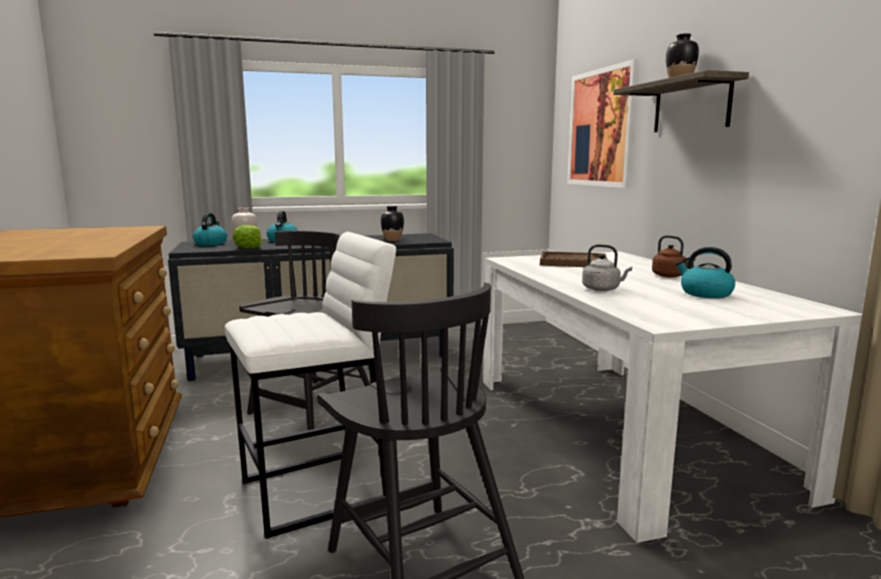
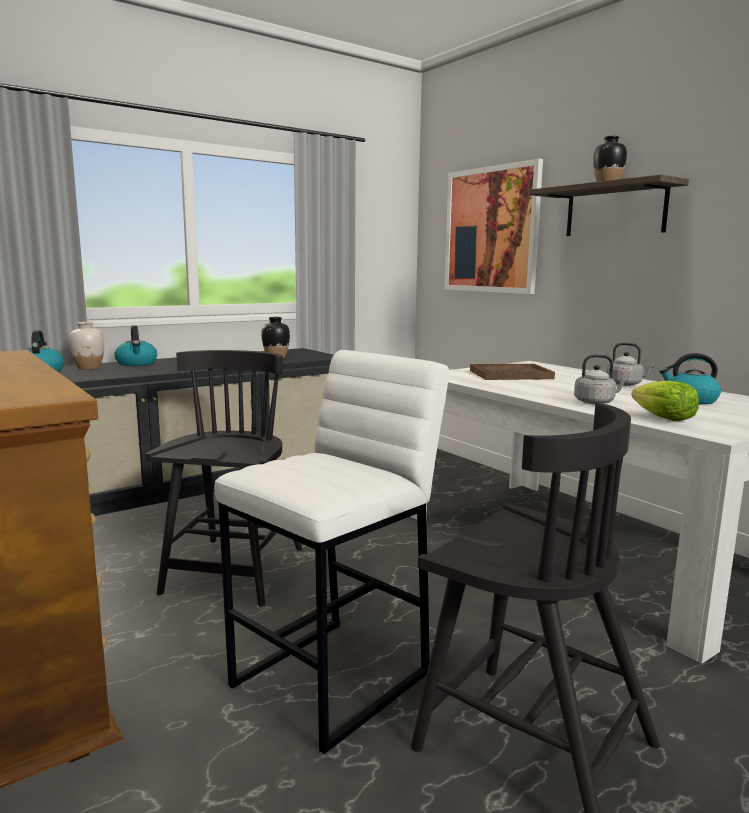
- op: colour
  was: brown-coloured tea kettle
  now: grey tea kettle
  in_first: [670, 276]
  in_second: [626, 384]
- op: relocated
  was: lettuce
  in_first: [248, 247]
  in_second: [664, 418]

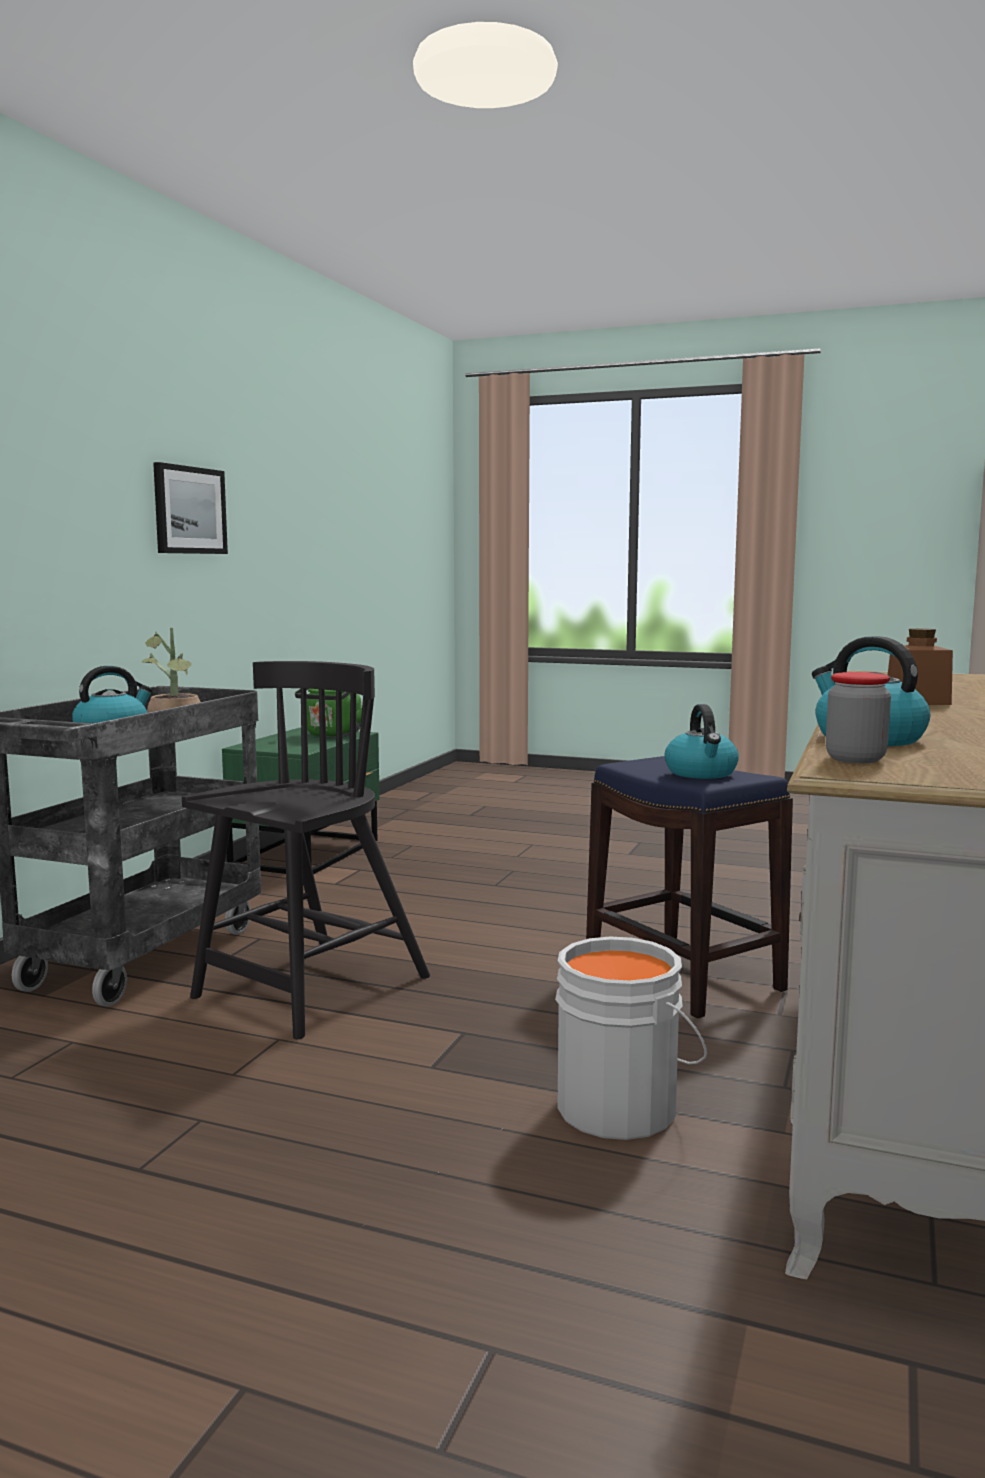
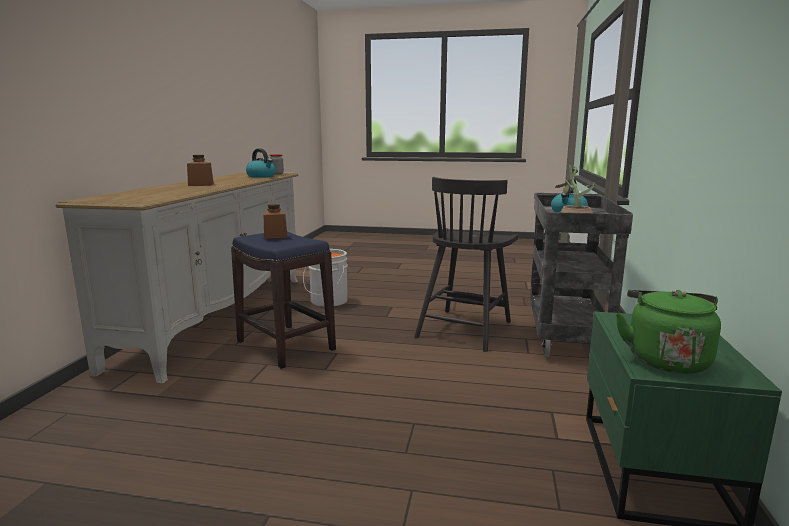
- op: exchanged
  was: tea kettle
  now: brown-coloured storage jar
  in_first: [701, 773]
  in_second: [275, 236]
- op: missing
  was: wall art
  in_first: [189, 510]

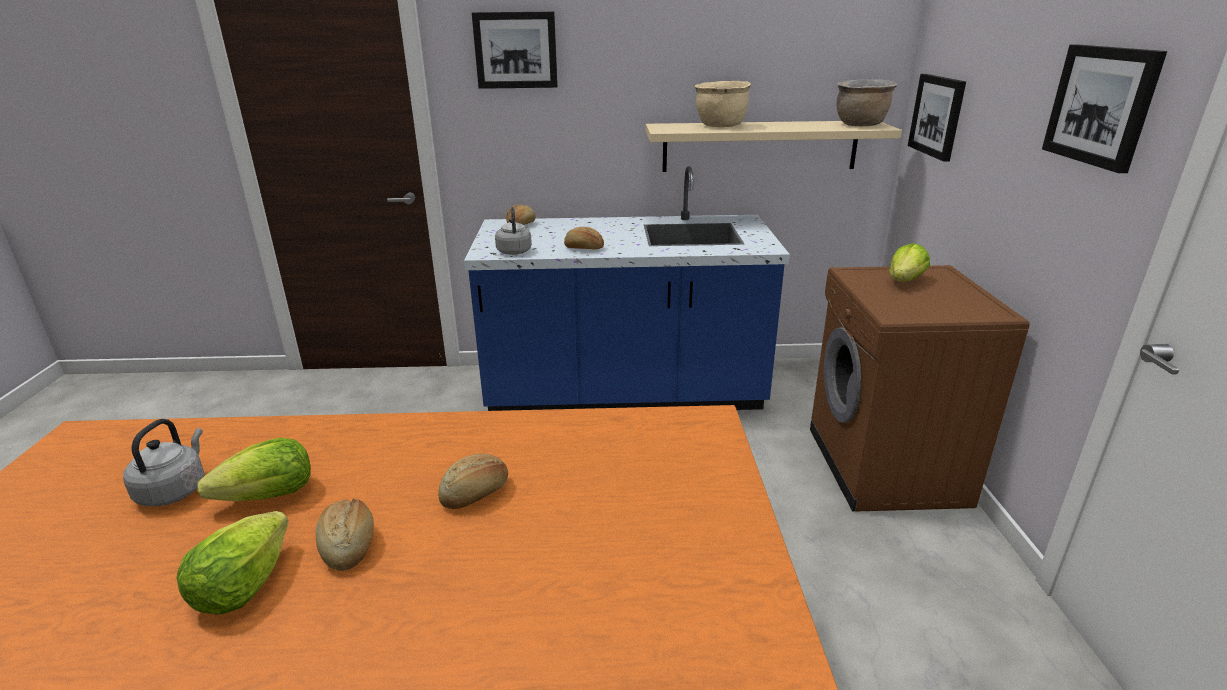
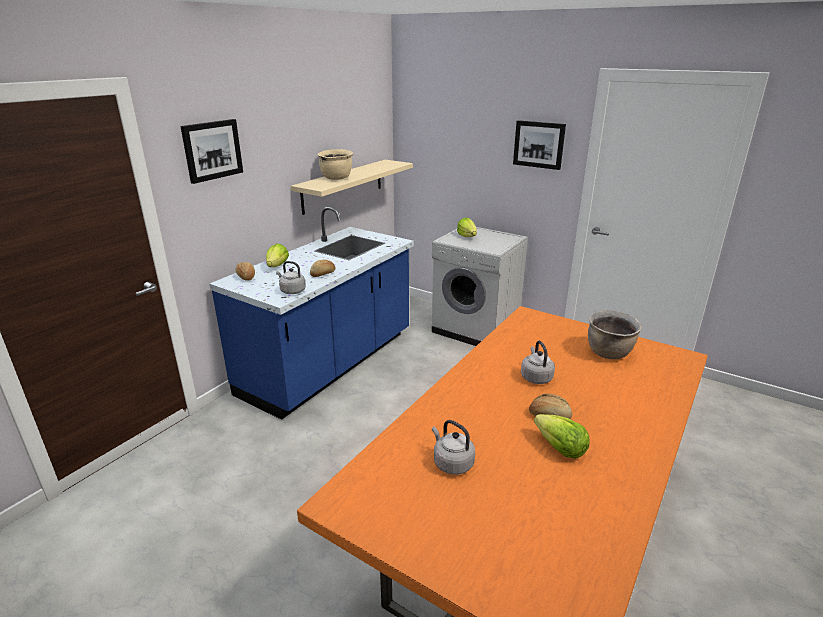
- op: relocated
  was: lettuce
  in_first: [269, 496]
  in_second: [277, 266]
- op: colour
  was: brown-coloured laundry appliance
  now: white laundry appliance
  in_first: [882, 467]
  in_second: [475, 330]
- op: exchanged
  was: baked bread
  now: grey tea kettle
  in_first: [476, 494]
  in_second: [535, 377]
- op: relocated
  was: brown-coloured cooking pot
  in_first: [860, 125]
  in_second: [609, 353]
- op: missing
  was: wall art
  in_first: [937, 116]

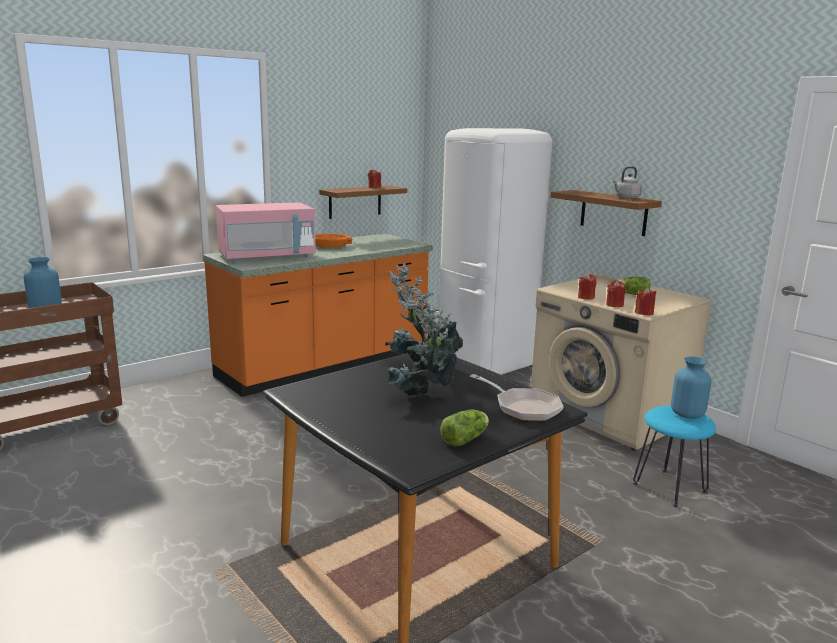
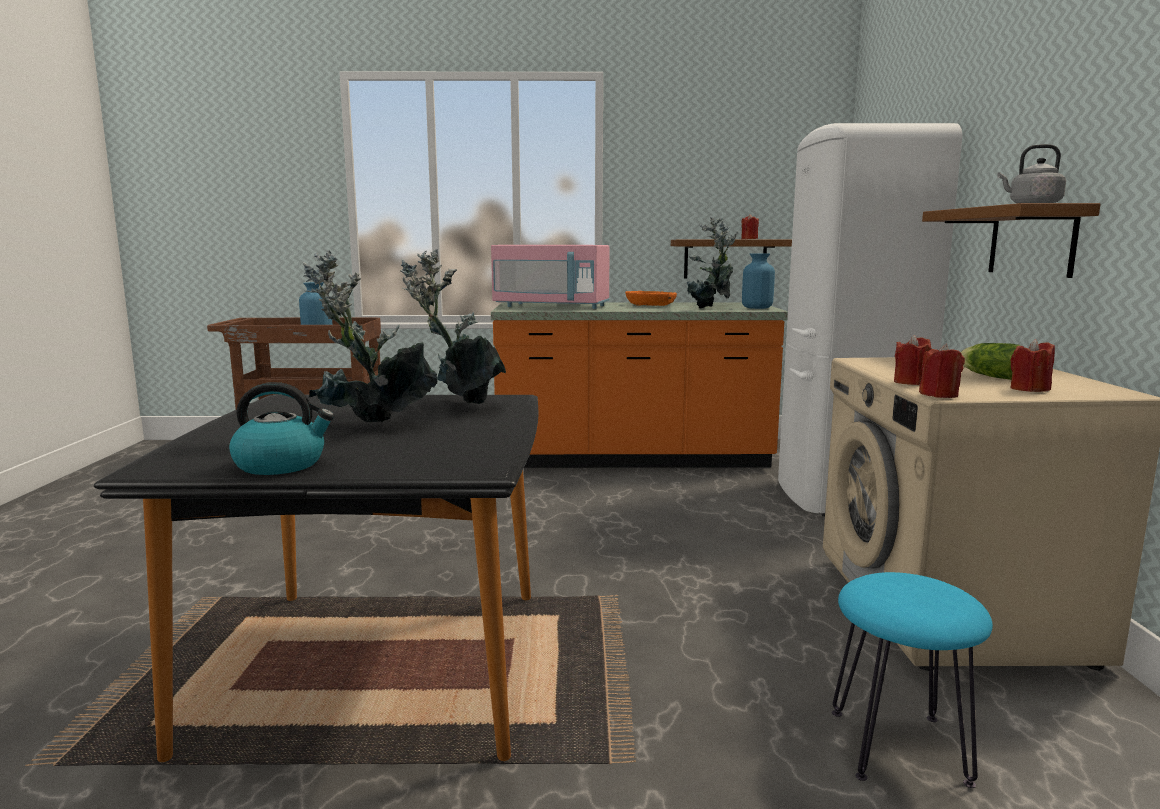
- op: exchanged
  was: lettuce
  now: tea kettle
  in_first: [466, 439]
  in_second: [282, 464]
- op: appeared
  now: houseplant
  in_second: [711, 308]
- op: relocated
  was: bluish flower vase
  in_first: [687, 414]
  in_second: [757, 308]
- op: relocated
  was: red candle
  in_first: [586, 297]
  in_second: [1029, 389]
- op: missing
  was: frying pan
  in_first: [523, 407]

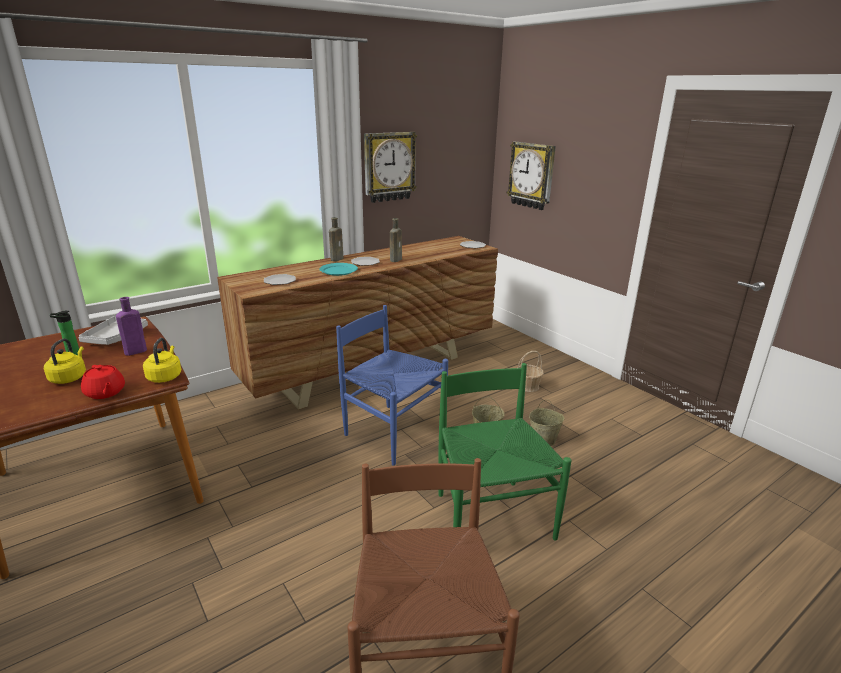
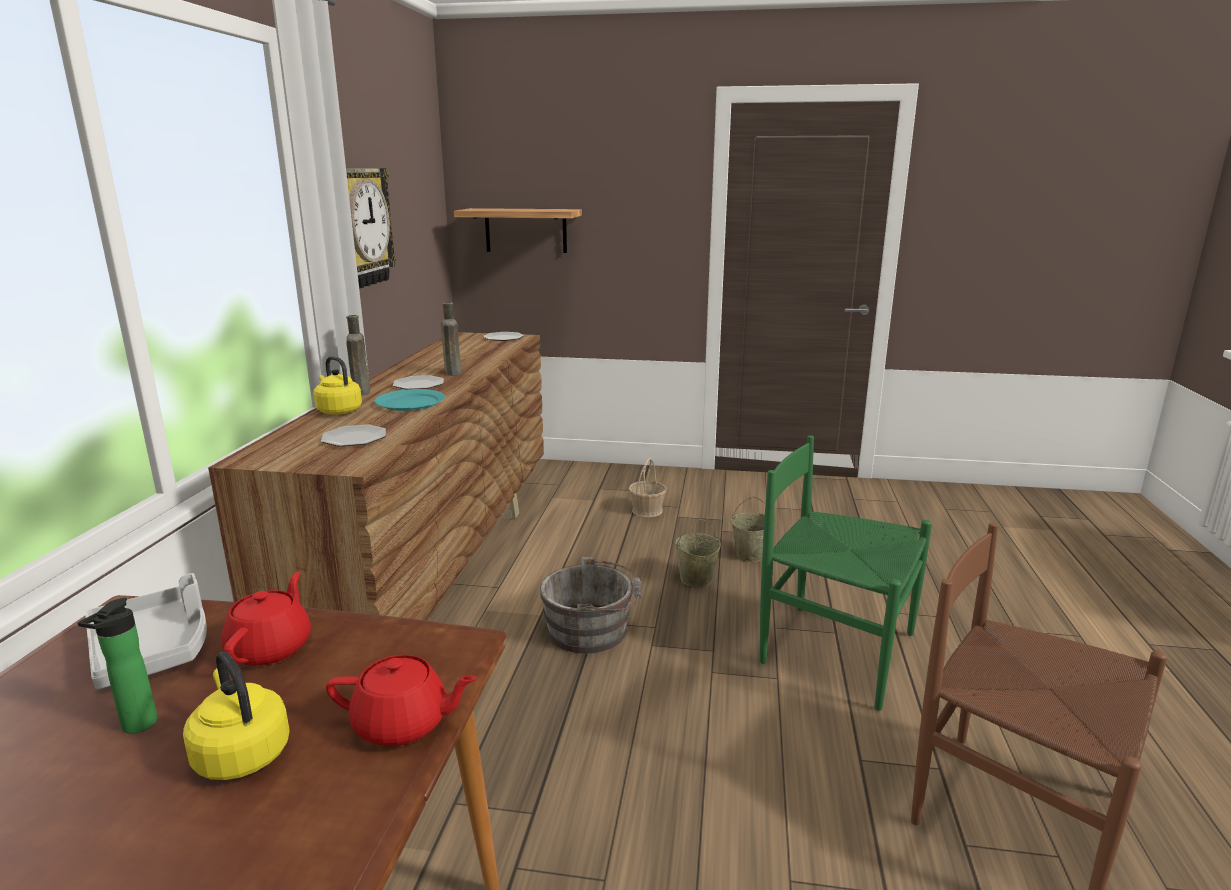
- op: exchanged
  was: purple-coloured bottle
  now: red pot for tea
  in_first: [134, 352]
  in_second: [271, 648]
- op: relocated
  was: yellowish tea kettle
  in_first: [165, 376]
  in_second: [338, 410]
- op: exchanged
  was: clock on the wall
  now: shelf
  in_first: [532, 175]
  in_second: [526, 230]
- op: exchanged
  was: bluish upright chair
  now: grey pail
  in_first: [392, 431]
  in_second: [592, 630]

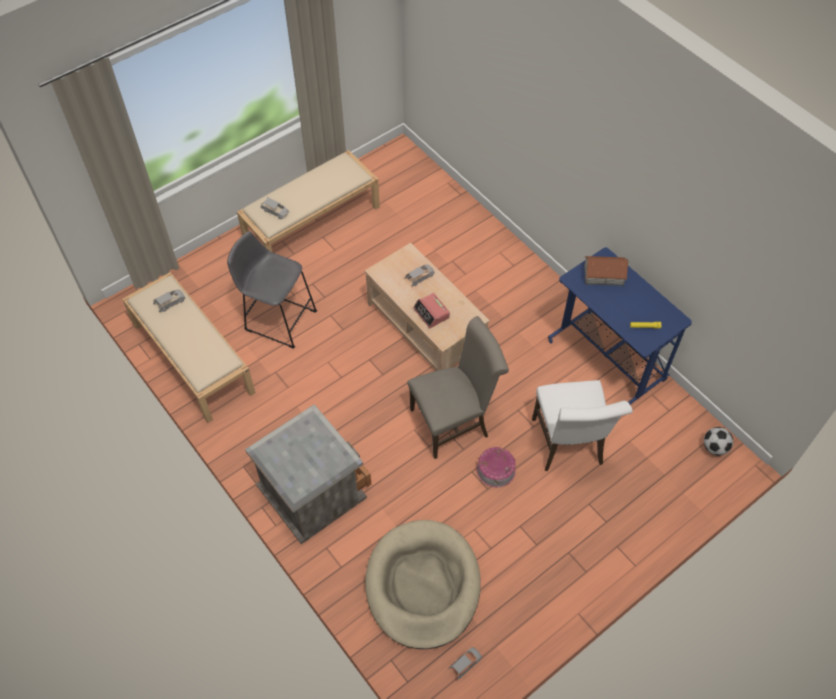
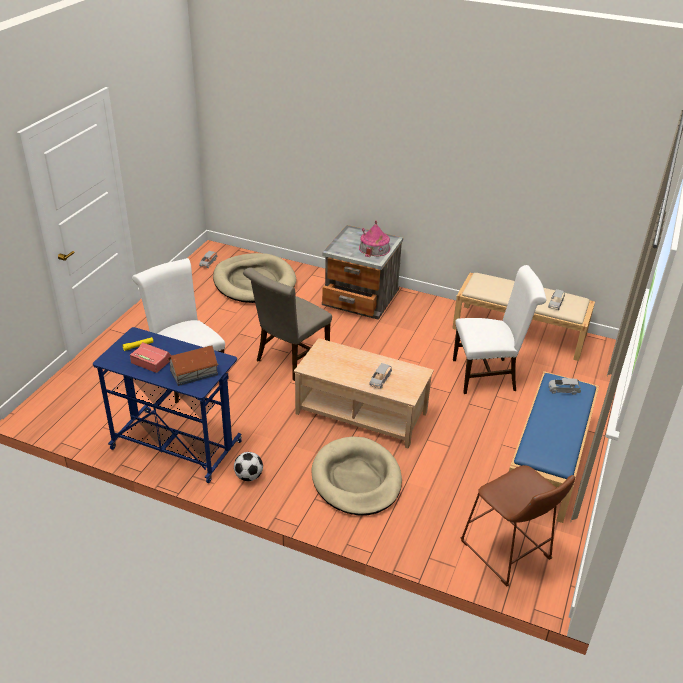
- op: relocated
  was: alarm clock
  in_first: [431, 313]
  in_second: [151, 361]
- op: relocated
  was: ball for football
  in_first: [714, 448]
  in_second: [249, 476]
- op: appeared
  now: sand-coloured dog bed
  in_second: [356, 479]
- op: relocated
  was: miniature house
  in_first: [496, 469]
  in_second: [374, 248]
- op: exchanged
  was: grey sitting stool
  now: white upright chair
  in_first: [277, 319]
  in_second: [488, 375]
- op: appeared
  now: brown-coloured sitting stool
  in_second: [508, 553]
- op: colour
  was: sand-coloured long seat
  now: bluish long seat
  in_first: [312, 222]
  in_second: [548, 460]

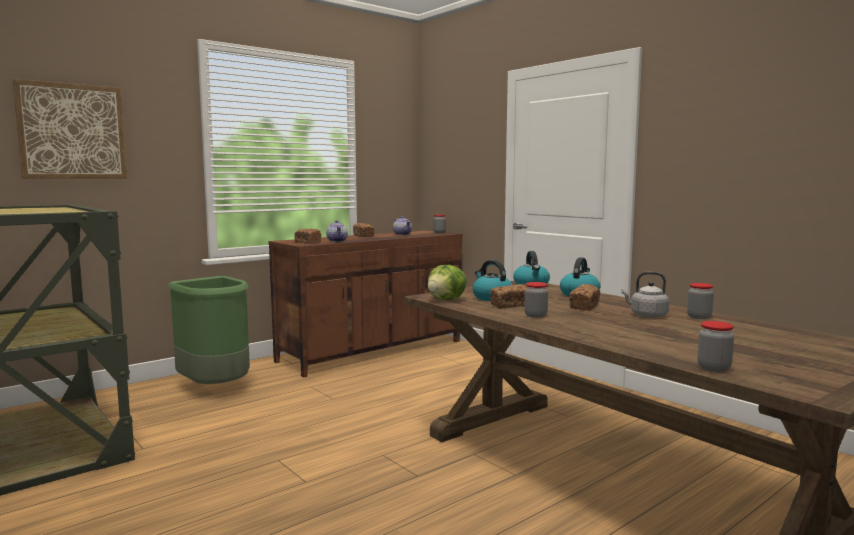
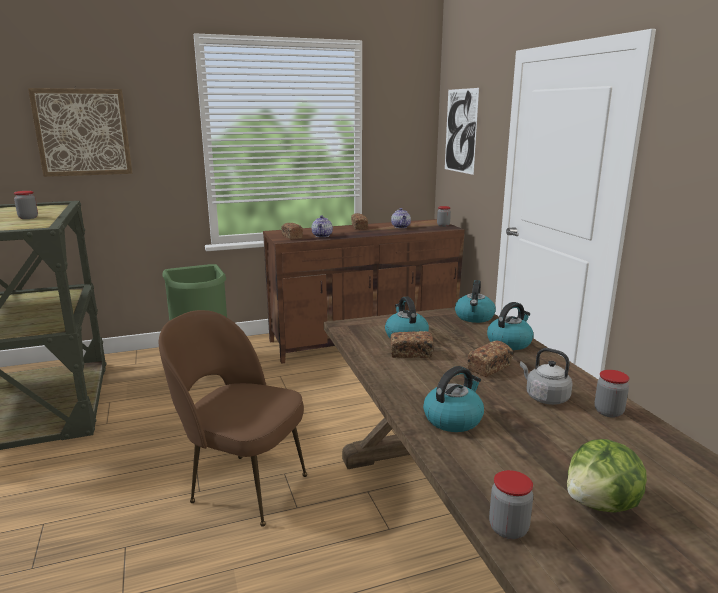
- op: relocated
  was: storage jar
  in_first: [535, 316]
  in_second: [28, 218]
- op: appeared
  now: brown-coloured upright chair
  in_second: [242, 486]
- op: appeared
  now: tea kettle
  in_second: [453, 419]
- op: appeared
  now: wall art
  in_second: [460, 131]
- op: relocated
  was: lettuce
  in_first: [447, 300]
  in_second: [601, 504]

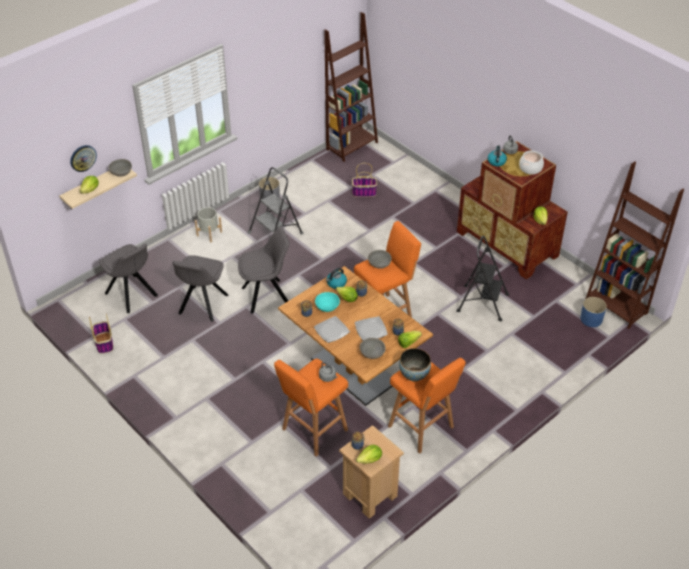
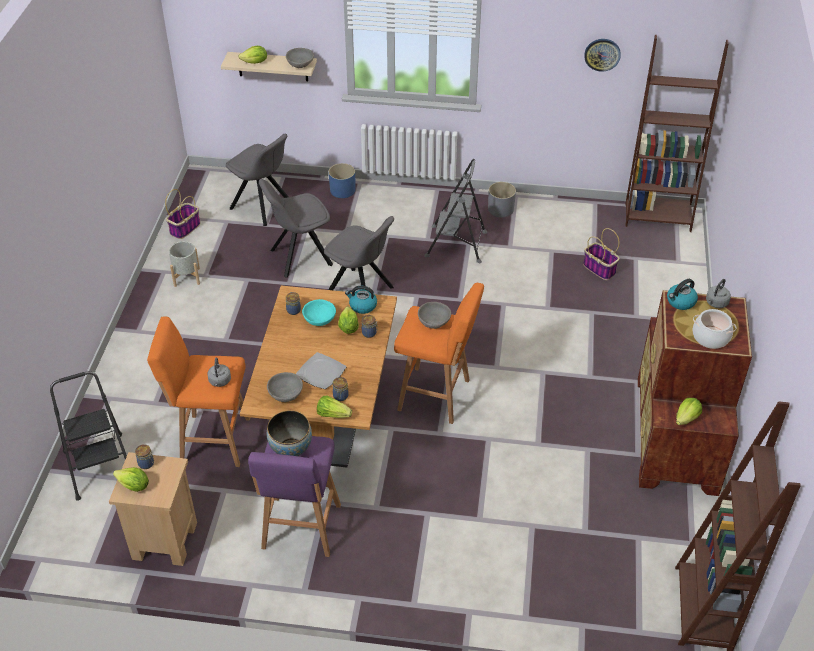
- op: relocated
  was: black-coloured step ladder
  in_first: [481, 302]
  in_second: [99, 463]
- op: relocated
  was: grey flower pot
  in_first: [209, 234]
  in_second: [187, 277]
- op: spun
  was: grey upright chair
  in_first: [132, 294]
  in_second: [262, 206]
  clockwise: -60
- op: colour
  was: orange-coloured sitting stool
  now: purple-coloured sitting stool
  in_first: [422, 428]
  in_second: [300, 529]
- op: relocated
  was: bluish flower pot
  in_first: [591, 319]
  in_second: [342, 190]
- op: relocated
  was: clock on the wall
  in_first: [83, 158]
  in_second: [602, 54]
- op: missing
  was: plate
  in_first: [331, 330]

